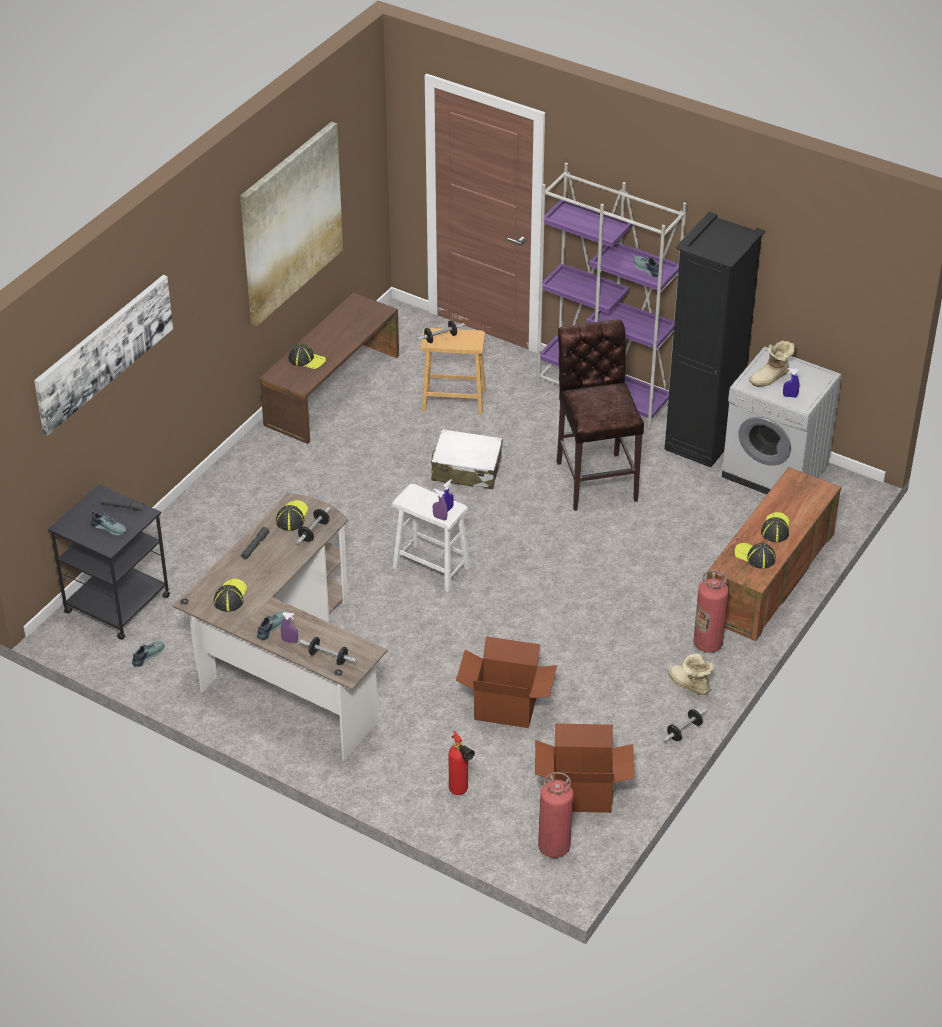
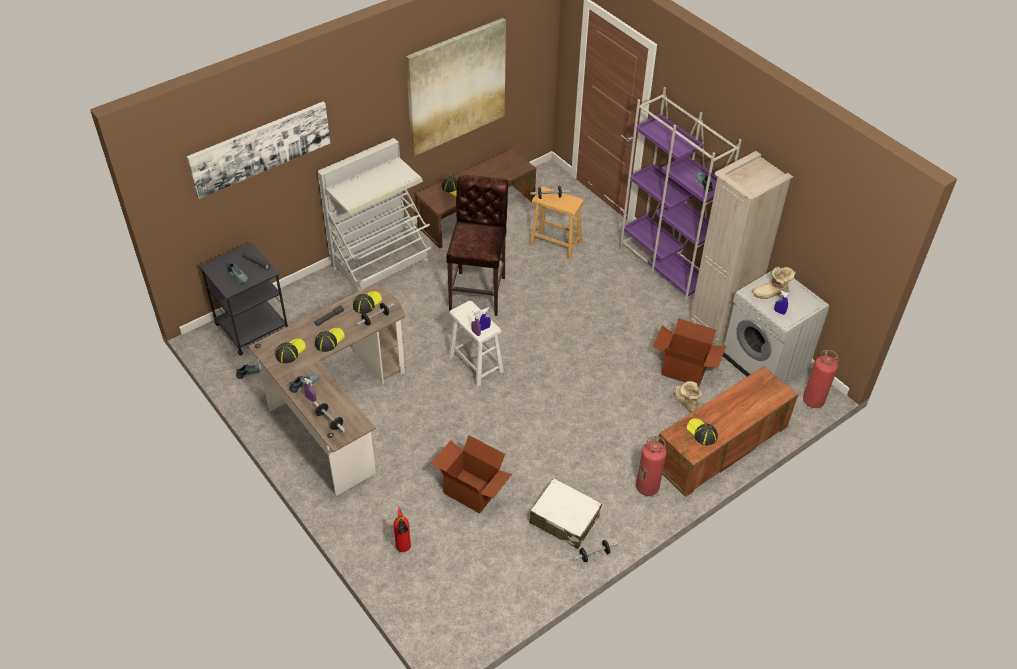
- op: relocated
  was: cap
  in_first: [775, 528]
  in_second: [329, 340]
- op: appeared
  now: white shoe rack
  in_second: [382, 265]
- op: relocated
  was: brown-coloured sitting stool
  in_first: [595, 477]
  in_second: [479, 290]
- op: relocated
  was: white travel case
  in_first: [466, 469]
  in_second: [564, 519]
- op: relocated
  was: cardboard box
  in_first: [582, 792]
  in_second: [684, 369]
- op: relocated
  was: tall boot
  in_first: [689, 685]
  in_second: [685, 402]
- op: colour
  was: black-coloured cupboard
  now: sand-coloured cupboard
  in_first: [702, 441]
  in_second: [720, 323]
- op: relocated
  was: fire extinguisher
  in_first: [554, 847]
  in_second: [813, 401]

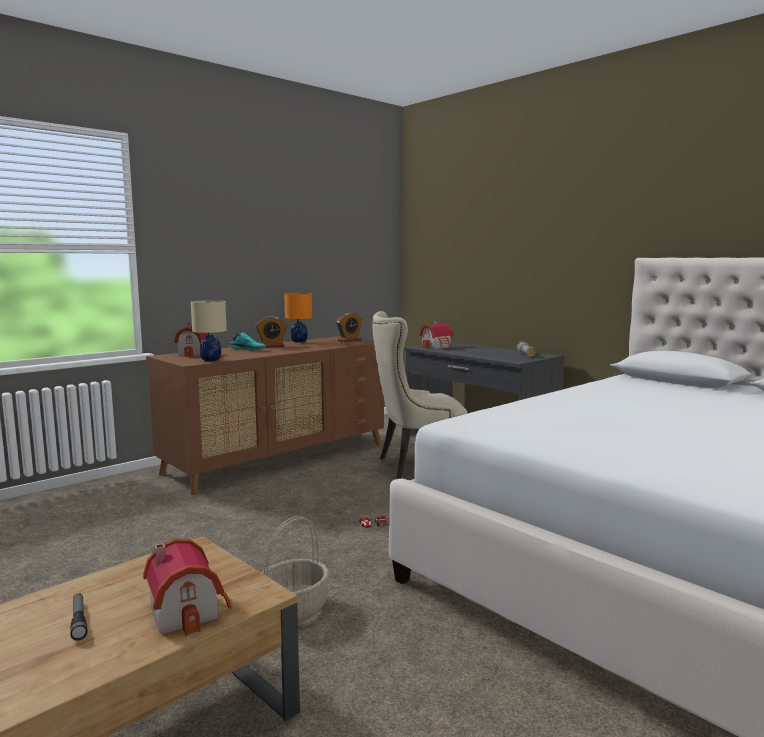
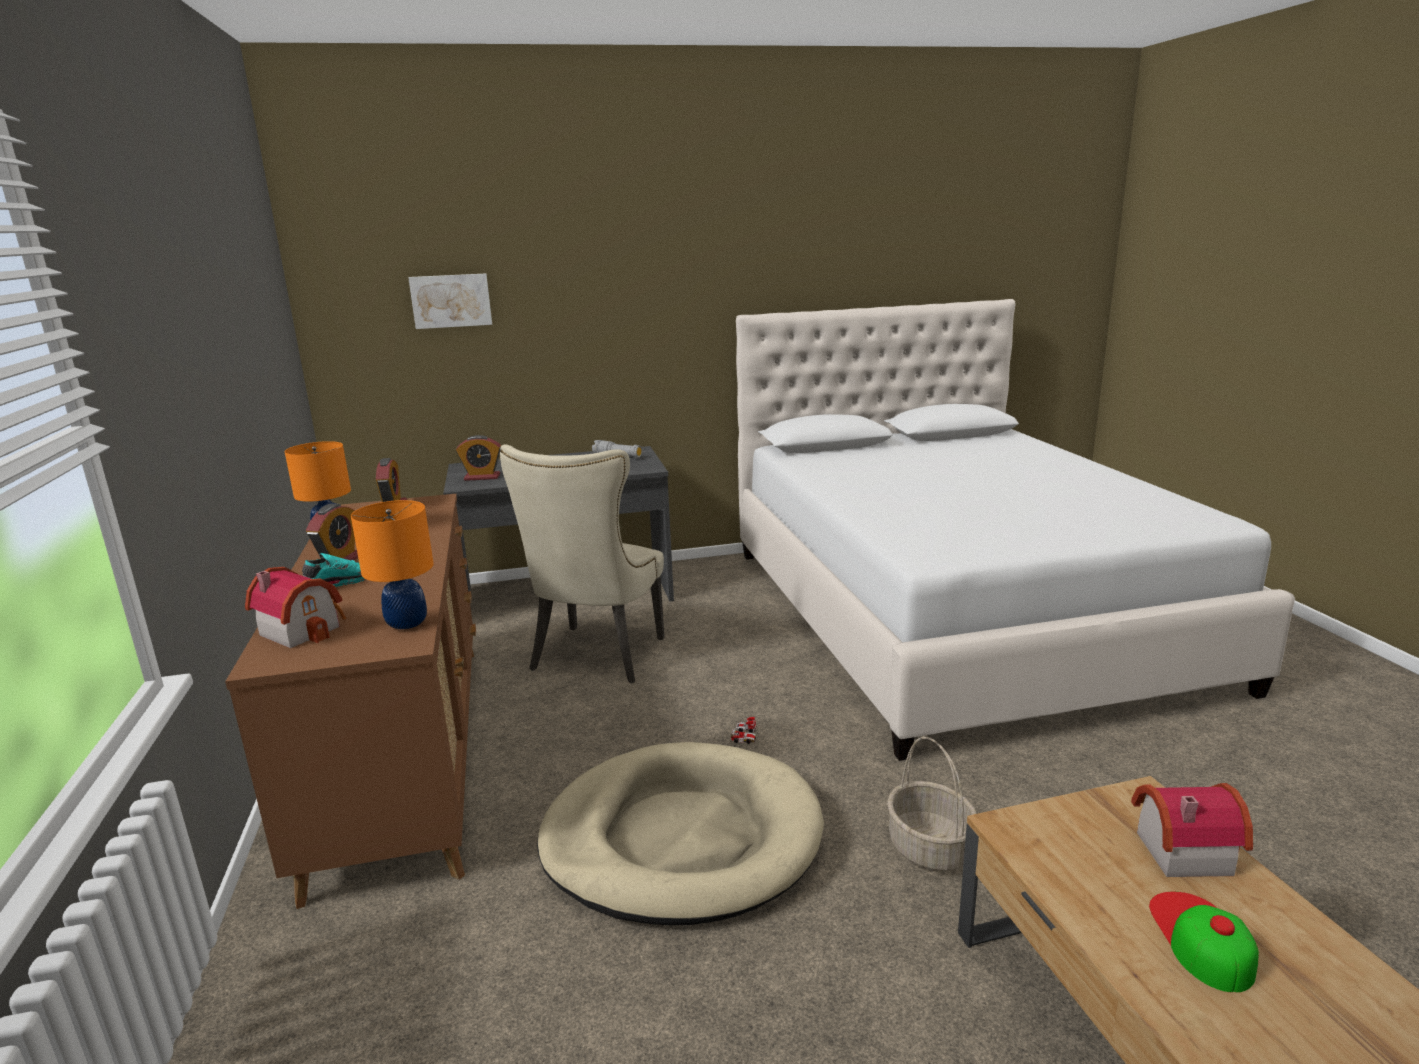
- op: colour
  was: sand-coloured table lamp
  now: orange-coloured table lamp
  in_first: [211, 360]
  in_second: [409, 623]
- op: appeared
  now: wall art
  in_second: [451, 300]
- op: exchanged
  was: miniature house
  now: alarm clock
  in_first: [437, 347]
  in_second: [482, 477]
- op: appeared
  now: sand-coloured dog bed
  in_second: [681, 839]
- op: exchanged
  was: hand torch
  now: cap
  in_first: [79, 621]
  in_second: [1201, 939]

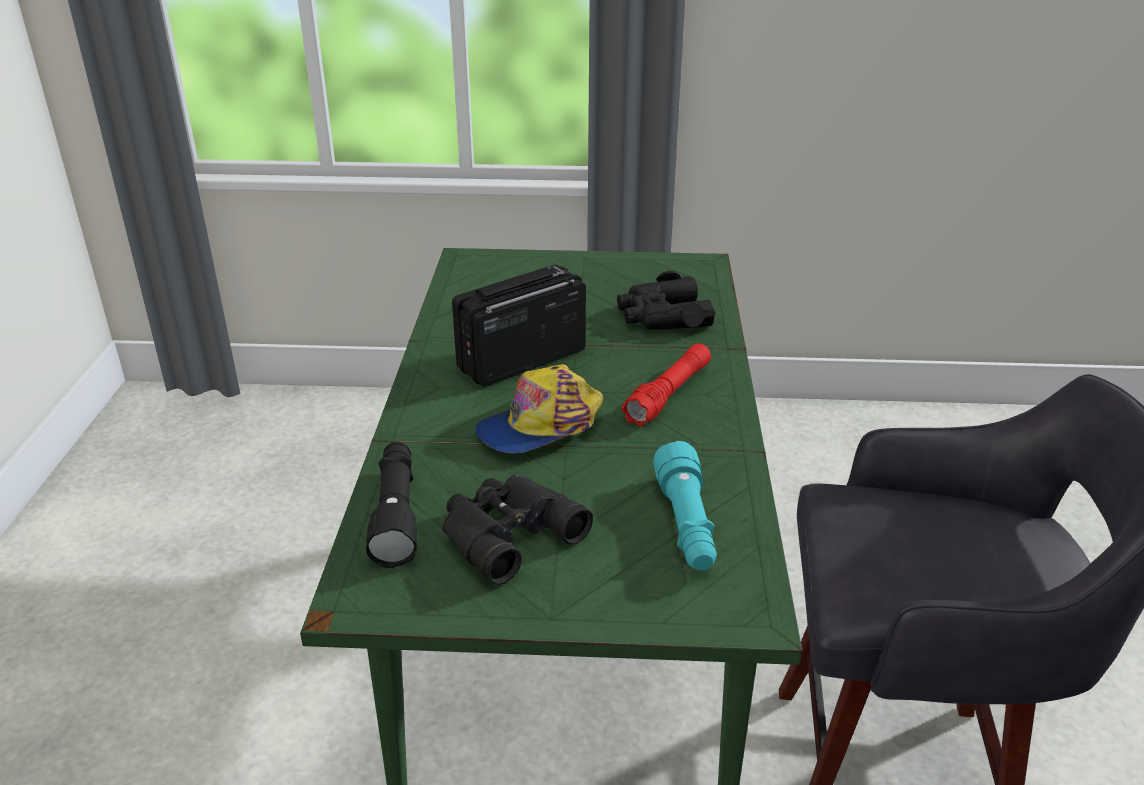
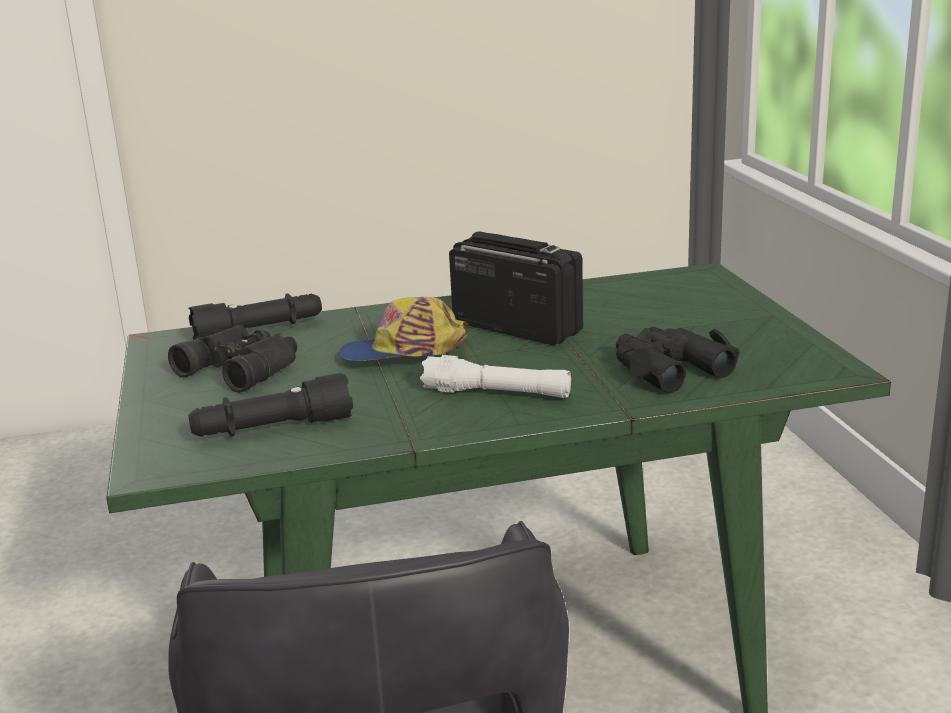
- op: colour
  was: turquoise-coloured hand torch
  now: black-coloured hand torch
  in_first: [686, 525]
  in_second: [272, 429]
- op: spun
  was: cap
  in_first: [540, 426]
  in_second: [404, 353]
  clockwise: -45
- op: colour
  was: red hand torch
  now: white hand torch
  in_first: [668, 394]
  in_second: [497, 393]

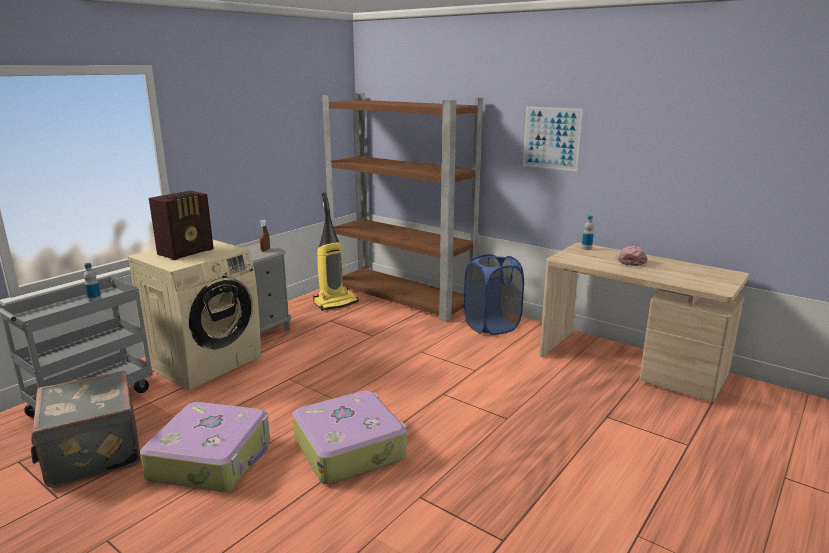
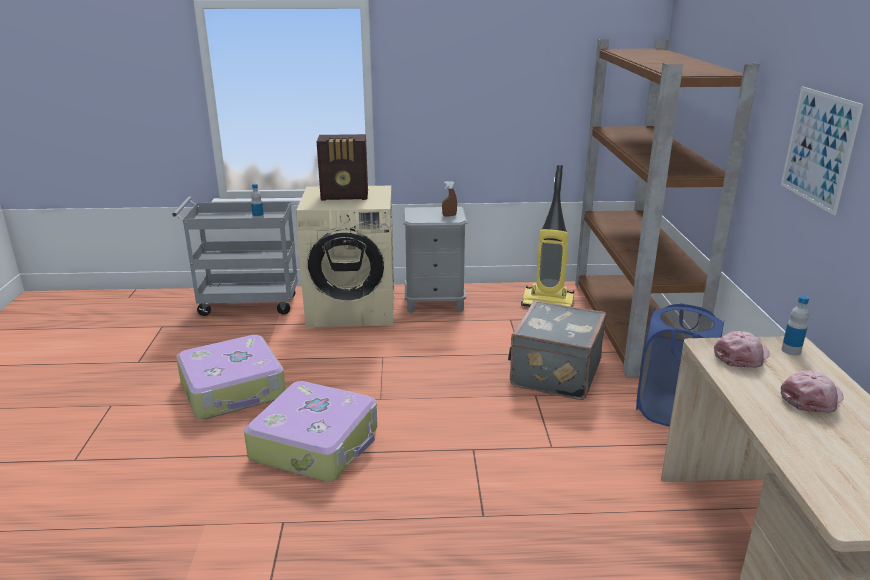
- op: relocated
  was: grey travel case
  in_first: [91, 453]
  in_second: [553, 374]
- op: appeared
  now: pink cap
  in_second: [742, 356]

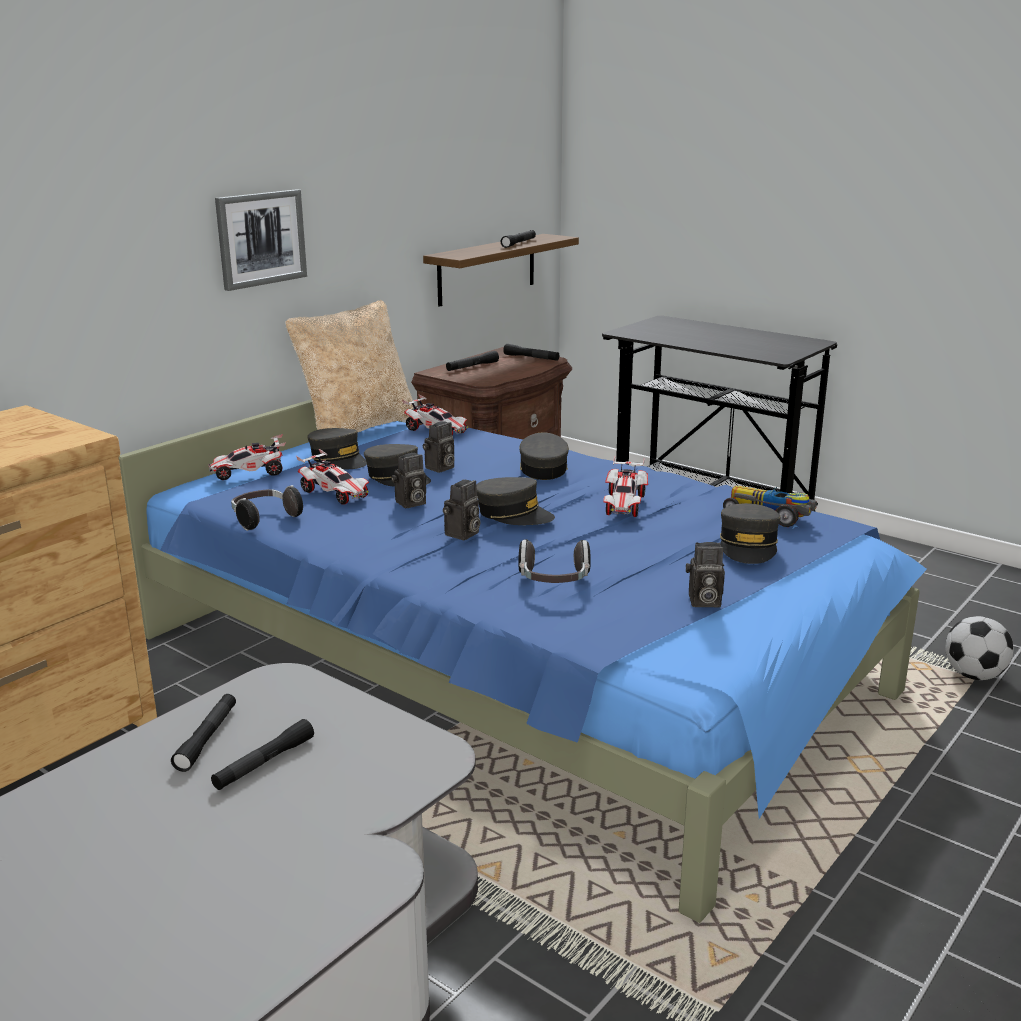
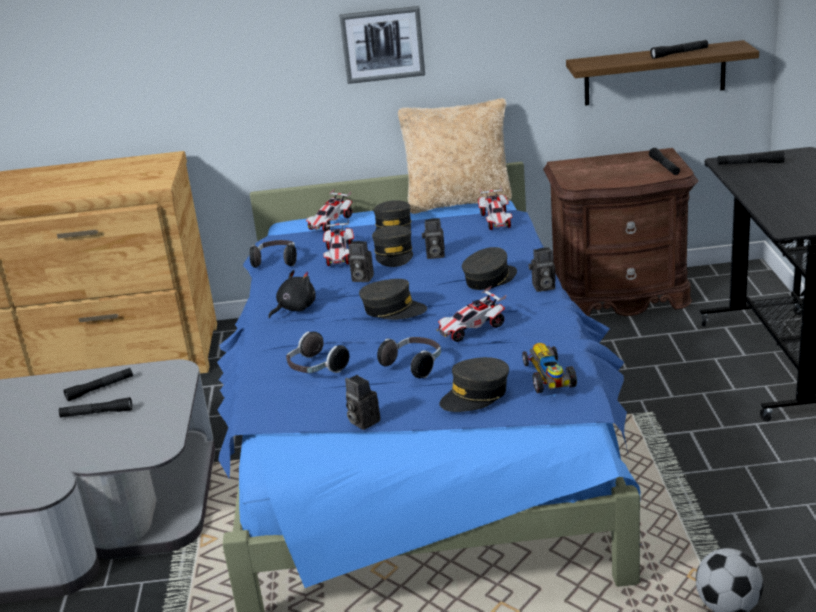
- op: appeared
  now: black-coloured plush toy
  in_second: [294, 308]
- op: spun
  was: miniature car
  in_first: [249, 473]
  in_second: [330, 223]
  clockwise: -90
- op: spun
  was: grey cap
  in_first: [513, 514]
  in_second: [393, 310]
  clockwise: -60
- op: appeared
  now: headset
  in_second: [414, 365]
- op: relocated
  was: still camera
  in_first: [462, 534]
  in_second: [542, 287]
- op: relocated
  was: black-coloured hand torch
  in_first: [472, 367]
  in_second: [750, 164]

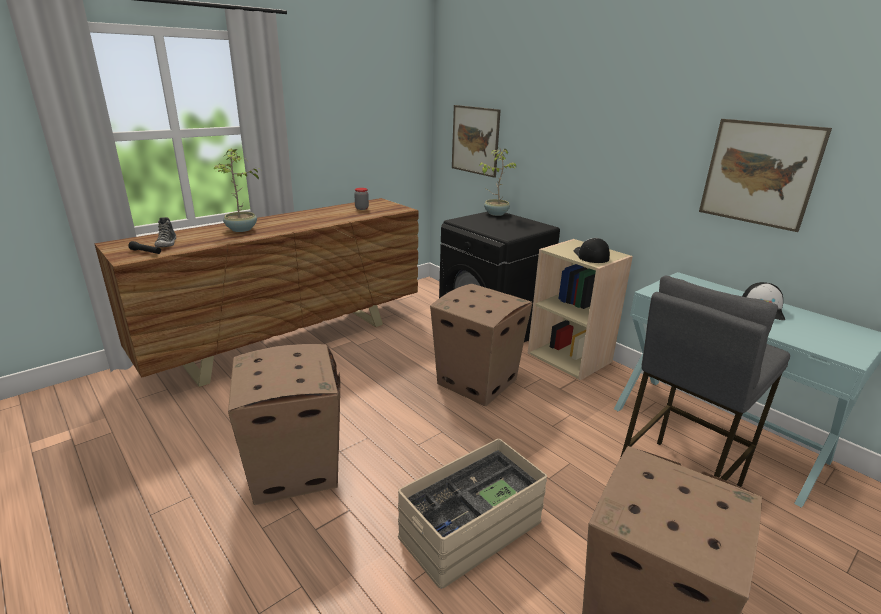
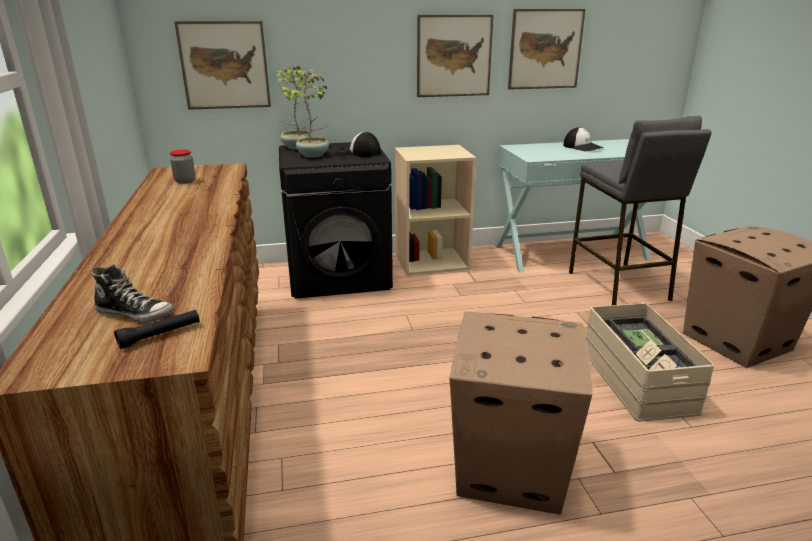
- op: relocated
  was: houseplant
  in_first: [241, 229]
  in_second: [314, 155]
- op: relocated
  was: cap
  in_first: [590, 255]
  in_second: [358, 152]
- op: appeared
  now: wall art
  in_second: [454, 56]
- op: missing
  was: cardboard box
  in_first: [476, 381]

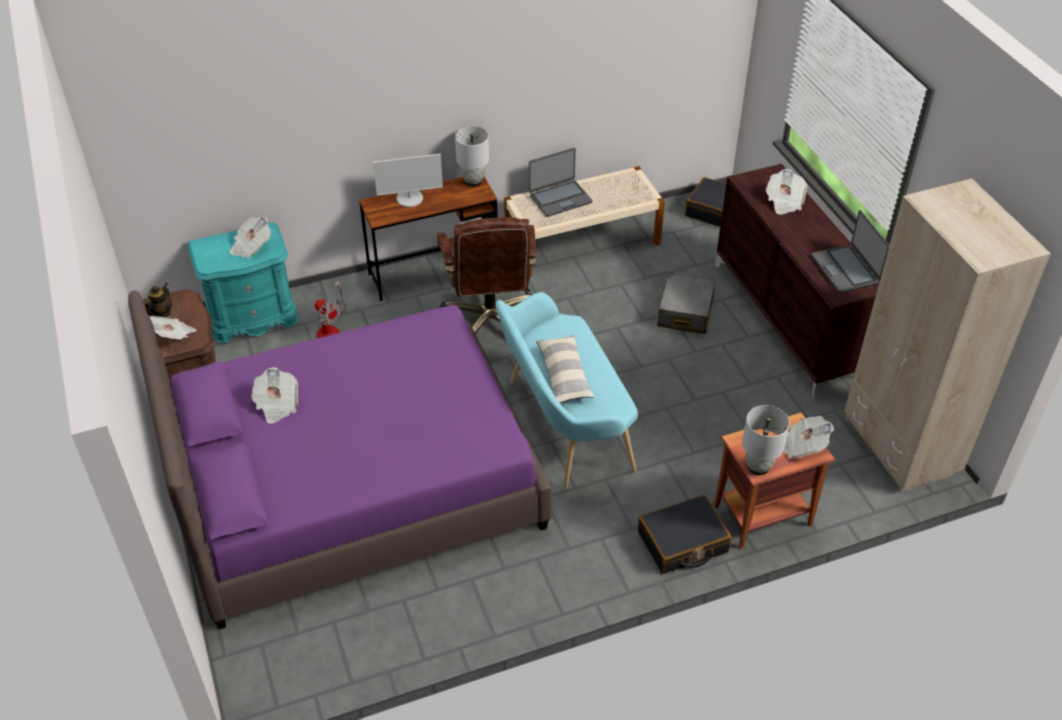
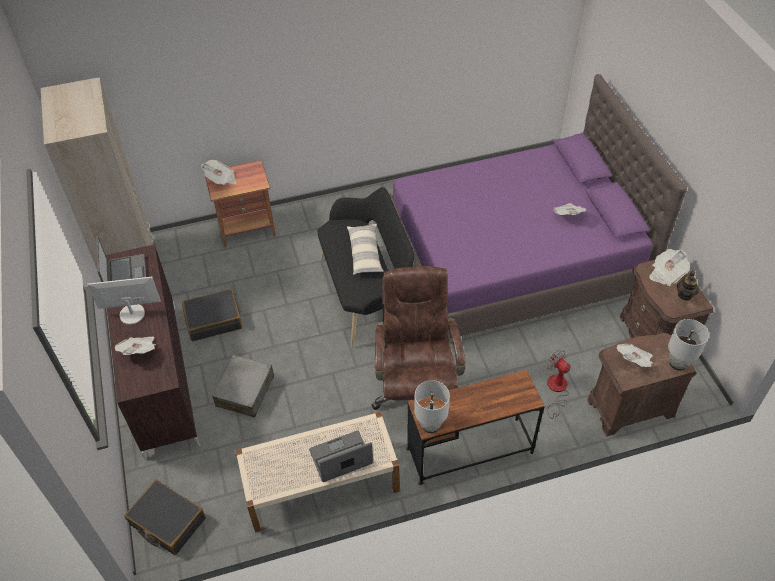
- op: relocated
  was: computer screen
  in_first: [410, 199]
  in_second: [132, 314]
- op: relocated
  was: black-coloured travel case
  in_first: [682, 542]
  in_second: [213, 320]
- op: colour
  was: turquoise-coloured long seat
  now: black-coloured long seat
  in_first: [562, 425]
  in_second: [366, 294]
- op: colour
  was: turquoise-coloured night table
  now: brown-coloured night table
  in_first: [254, 318]
  in_second: [628, 405]
- op: relocated
  was: white table lamp
  in_first: [758, 467]
  in_second: [678, 363]

